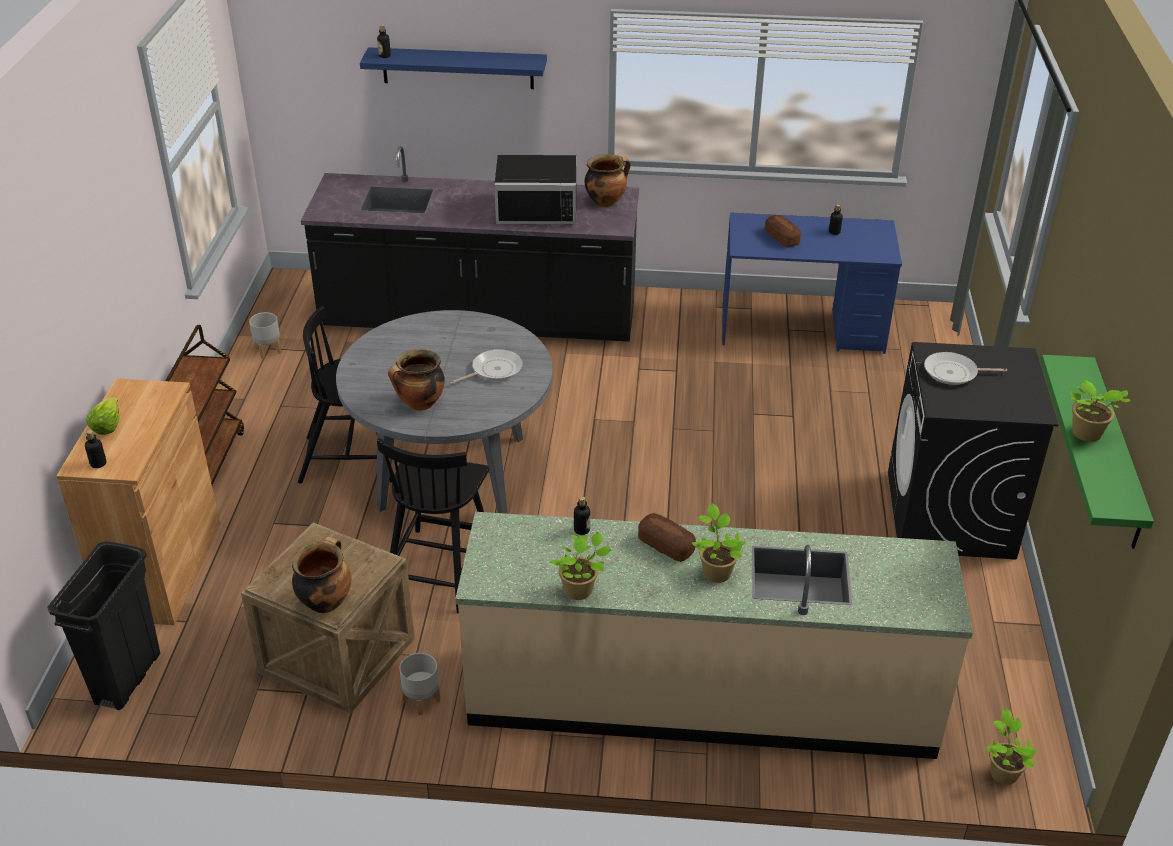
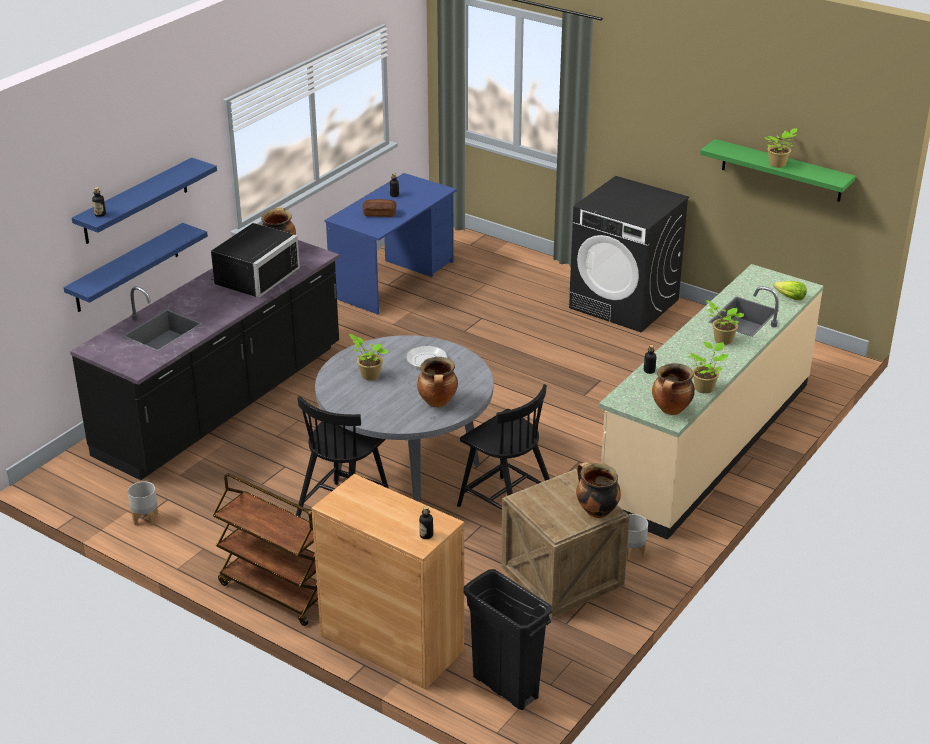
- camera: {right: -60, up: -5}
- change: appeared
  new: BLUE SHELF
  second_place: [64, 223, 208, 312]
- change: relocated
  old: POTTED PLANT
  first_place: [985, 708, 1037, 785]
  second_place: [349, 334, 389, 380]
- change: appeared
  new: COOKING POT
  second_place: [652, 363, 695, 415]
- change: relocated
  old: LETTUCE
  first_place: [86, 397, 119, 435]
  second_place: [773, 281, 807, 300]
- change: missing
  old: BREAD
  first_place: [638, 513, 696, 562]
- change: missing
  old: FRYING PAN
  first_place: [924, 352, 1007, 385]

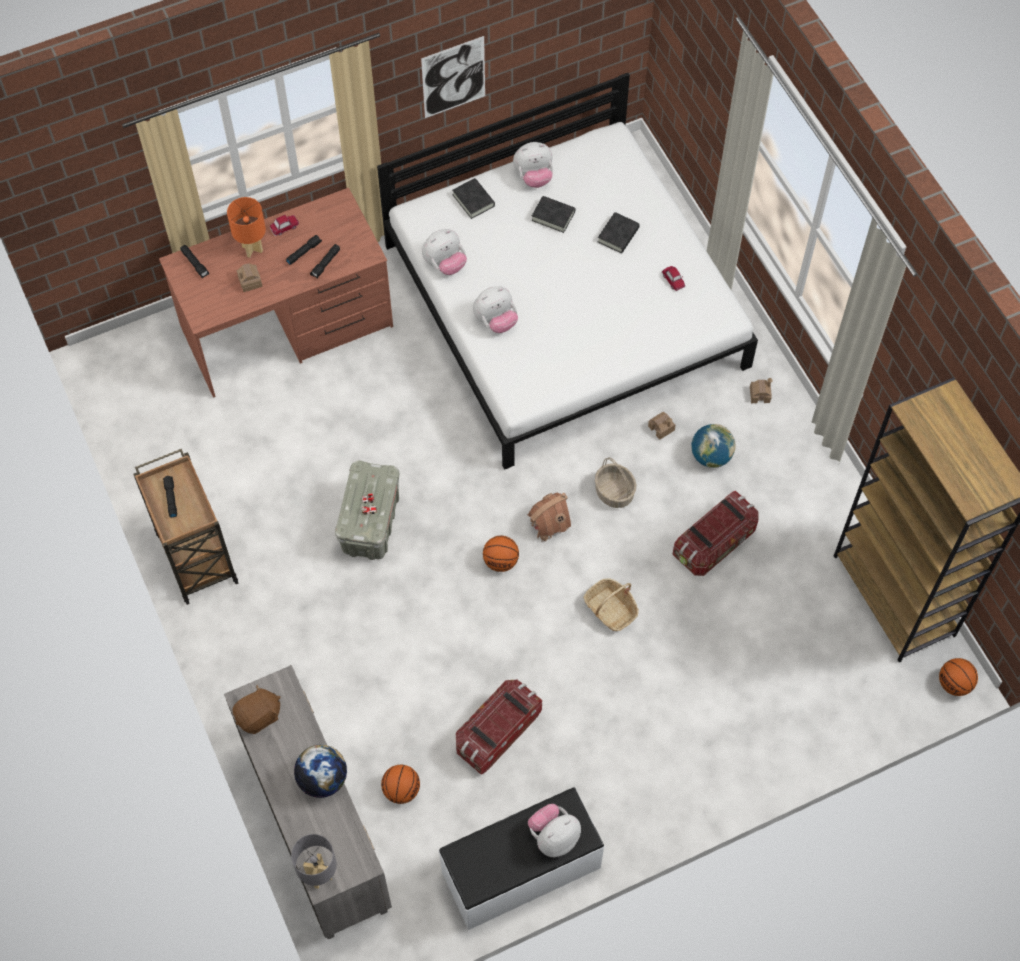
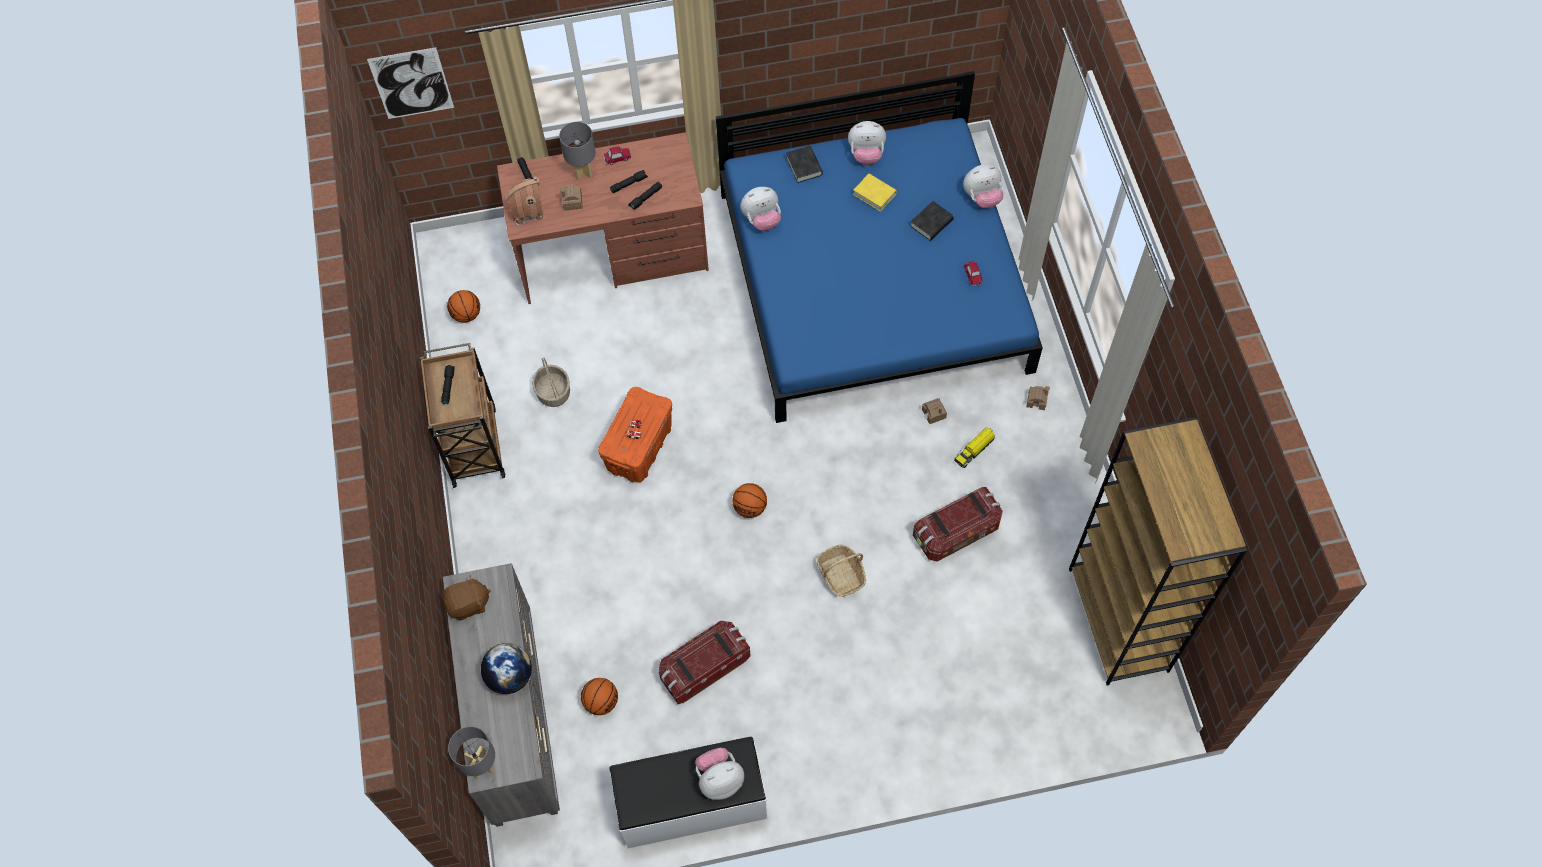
- camera: {right: 15, up: 0}
- change: relocated
  old: PICTURE
  first_place: [421, 36, 485, 118]
  second_place: [367, 47, 454, 119]
- change: relocated
  old: BASKETBALL
  first_place: [939, 658, 978, 696]
  second_place: [447, 290, 480, 323]
- change: relocated
  old: TOY HOUSE
  first_place: [528, 493, 571, 542]
  second_place: [505, 176, 545, 226]
- change: relocated
  old: BASKET
  first_place: [595, 457, 636, 508]
  second_place: [532, 357, 570, 407]
- change: colour
  old: ORANGE TABLE LAMP
  new: GREY TABLE LAMP
  first_place: [227, 197, 266, 258]
  second_place: [559, 122, 596, 180]
- change: colour
  old: GREY STORAGE BOX
  new: ORANGE STORAGE BOX
  first_place: [335, 461, 399, 560]
  second_place: [598, 387, 672, 483]
- change: colour
  old: WHITE BED
  new: BLUE BED
  first_place: [377, 73, 758, 470]
  second_place: [716, 71, 1043, 423]
- change: colour
  old: BLACK BOOK
  new: YELLOW BOOK
  first_place: [531, 196, 575, 233]
  second_place: [853, 174, 897, 212]
- change: exchanged
  old: GLOBE
  new: TOY TRUCK
  first_place: [692, 424, 735, 468]
  second_place: [954, 428, 995, 468]
- change: relocated
  old: PLUSH TOY
  first_place: [473, 286, 518, 333]
  second_place: [963, 164, 1004, 209]

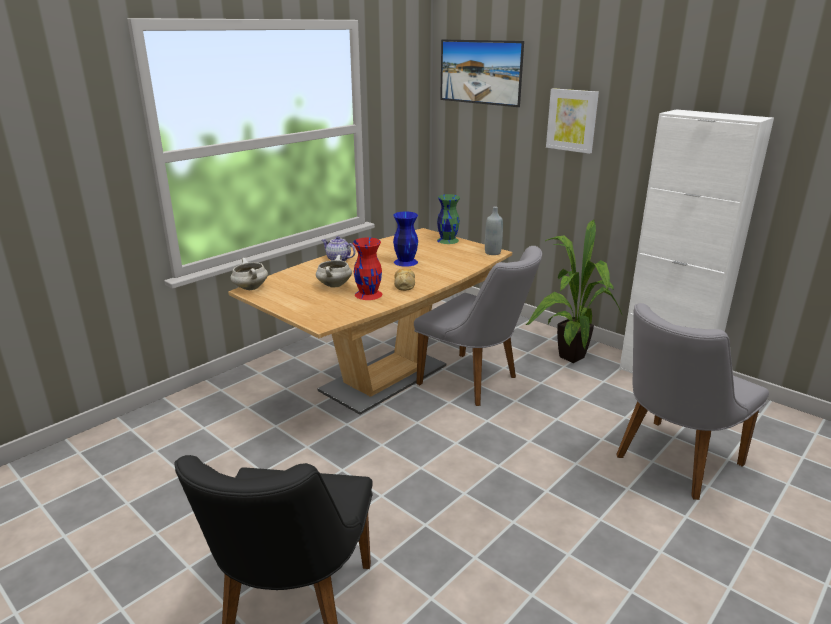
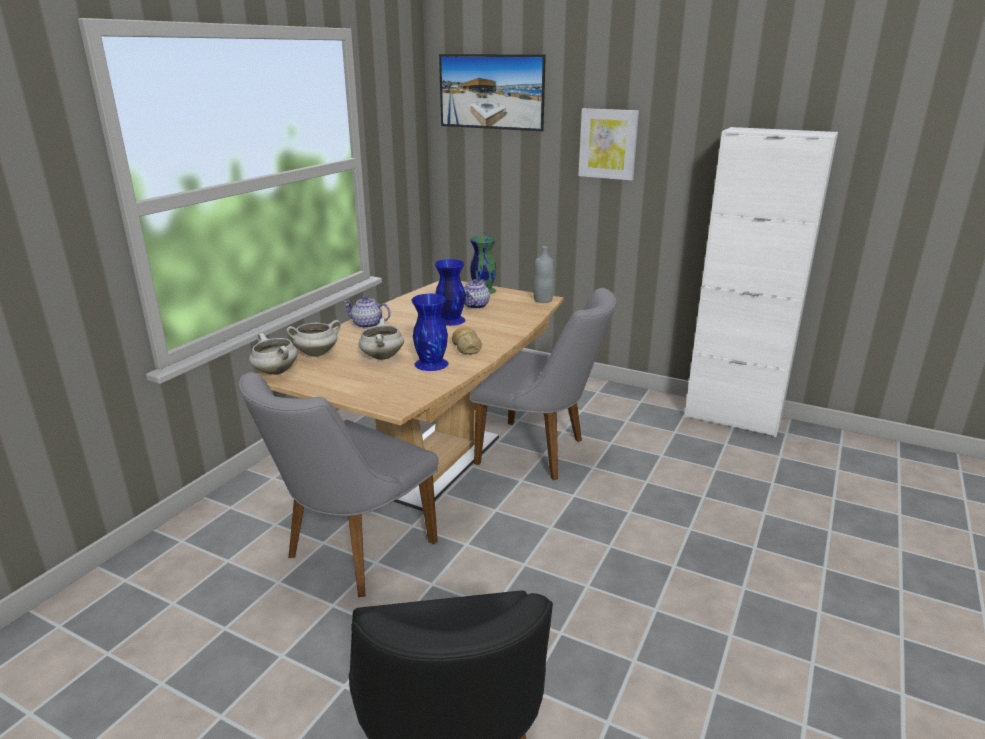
- camera: {right: -15, up: 0}
- change: relocated
  old: GREY CHAIR
  first_place: [616, 303, 769, 500]
  second_place: [239, 372, 439, 597]
- change: appeared
  new: WHITE COOKING POT
  second_place: [286, 320, 341, 357]
- change: colour
  old: RED VASE
  new: BLUE VASE
  first_place: [353, 237, 382, 300]
  second_place: [411, 294, 448, 371]
- change: appeared
  new: TEAPOT
  second_place: [464, 279, 490, 309]
- change: missing
  old: POTTED PLANT
  first_place: [526, 220, 622, 363]

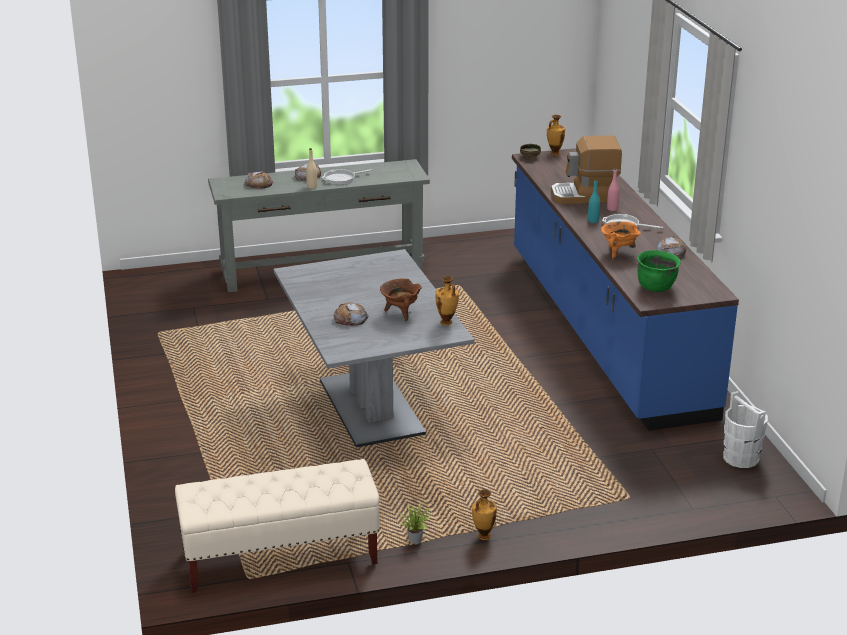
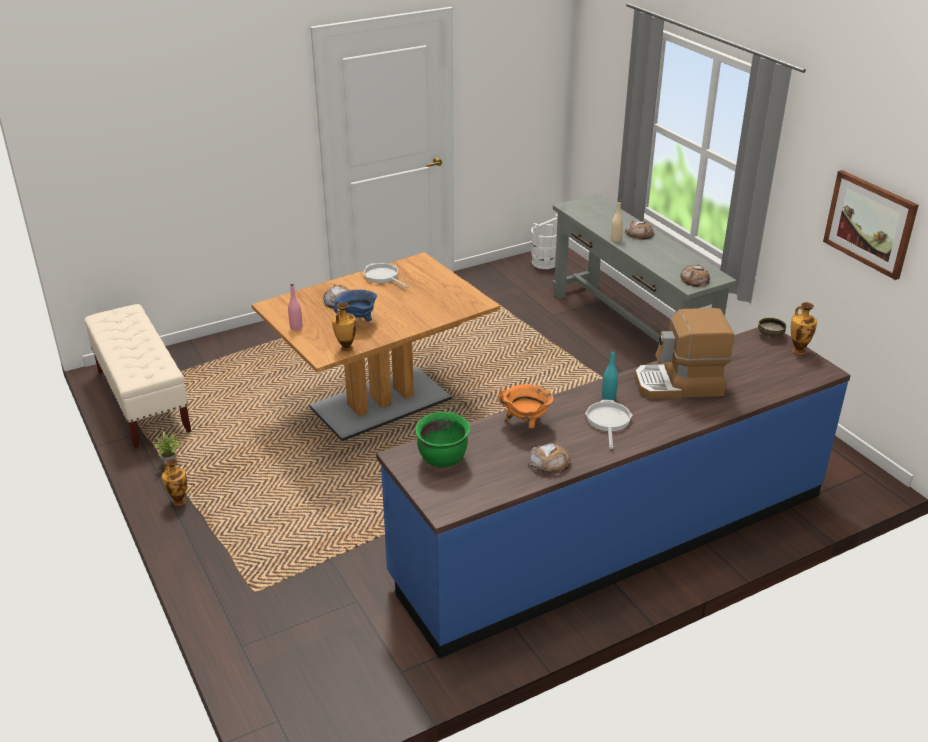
- camera: {right: 75, up: 5}
- change: colour
  old: GREY DINING TABLE
  new: BROWN DINING TABLE
  first_place: [274, 249, 474, 448]
  second_place: [251, 252, 500, 441]
- change: relocated
  old: PINK BOTTLE
  first_place: [607, 168, 620, 211]
  second_place: [288, 284, 302, 331]
- change: colour
  old: BROWN COOKING POT
  new: BLUE COOKING POT
  first_place: [380, 279, 422, 321]
  second_place: [334, 290, 377, 322]
- change: relocated
  old: FRYING PAN
  first_place: [322, 169, 374, 185]
  second_place: [364, 263, 409, 288]
- change: relocated
  old: WHITE BUCKET
  first_place: [723, 391, 768, 468]
  second_place: [531, 214, 558, 269]
- change: spun
  old: COFFEE MACHINE
  first_place: [551, 136, 622, 204]
  second_place: [635, 308, 734, 399]
  degrees: -75
- change: relocated
  old: BREAD
  first_place: [244, 171, 274, 189]
  second_place: [680, 264, 710, 287]
- change: appeared
  new: PICTURE
  second_place: [823, 170, 919, 280]

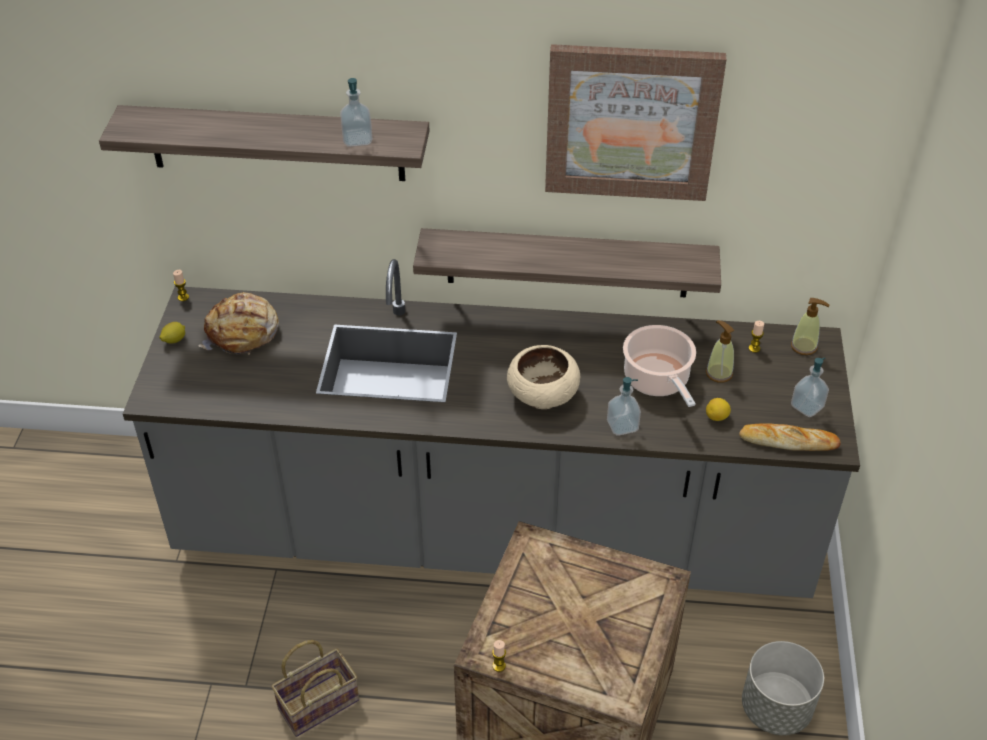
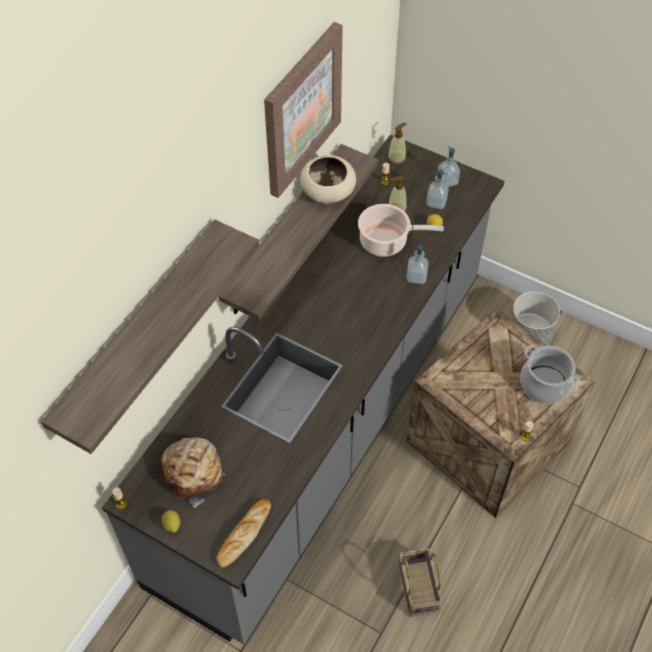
- camera: {right: -65, up: 10}
- change: relocated
  old: BREAD
  first_place: [739, 423, 841, 451]
  second_place: [216, 499, 272, 568]
- change: relocated
  old: BEIGE BOWL
  first_place: [507, 345, 580, 409]
  second_place: [300, 155, 356, 204]
- change: relocated
  old: SOAP DISPENSER
  first_place: [340, 78, 373, 147]
  second_place: [426, 170, 449, 209]
- change: appeared
  new: COOKING POT
  second_place: [520, 344, 579, 404]

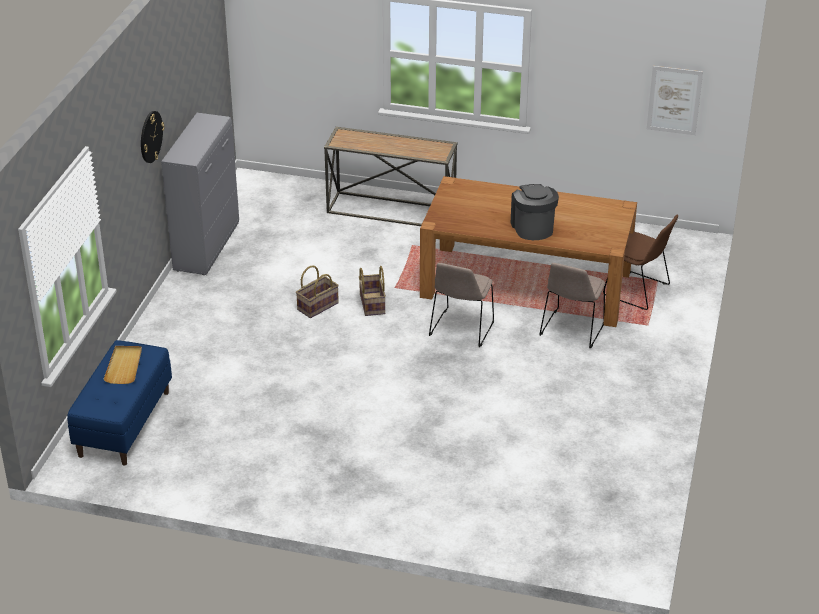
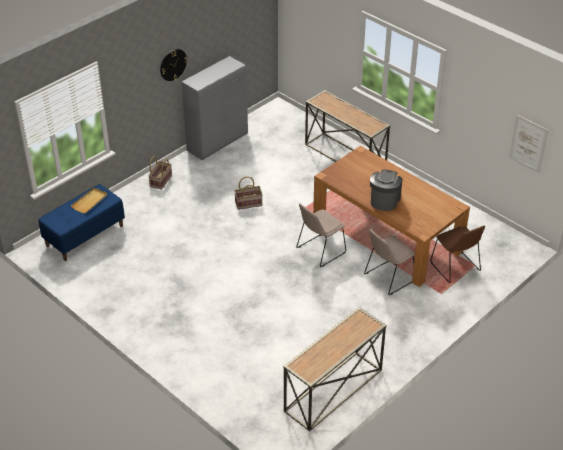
- camera: {right: 30, up: 5}
- change: relocated
  old: BASKET
  first_place: [359, 266, 386, 316]
  second_place: [148, 156, 172, 190]
- change: appeared
  new: CONSOLE TABLE
  second_place: [283, 307, 387, 431]

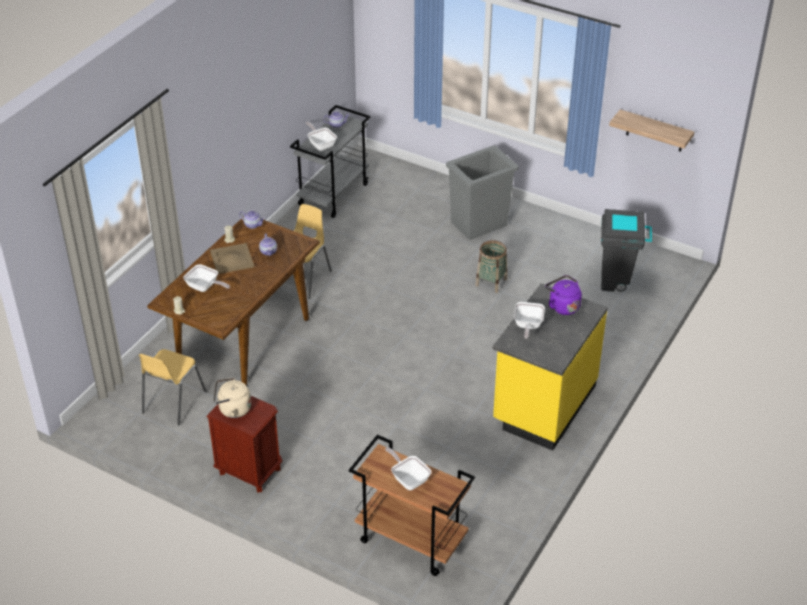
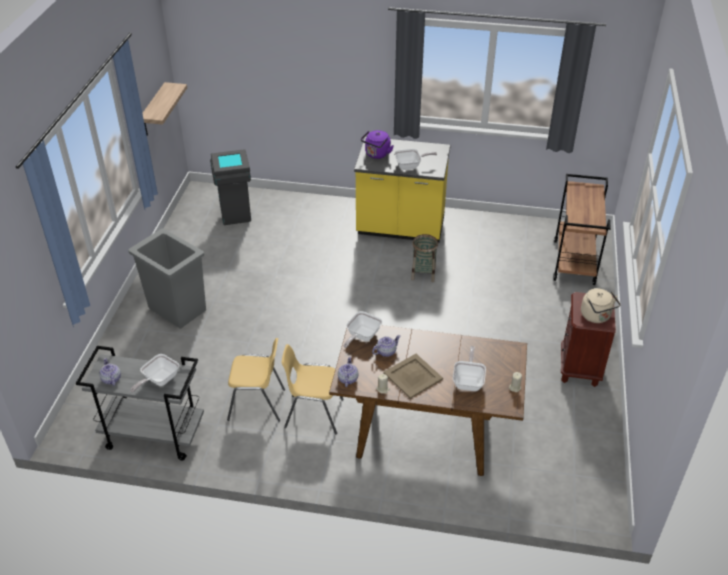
- camera: {right: -110, up: 0}
- change: relocated
  old: YELLOW CHAIR
  first_place: [139, 349, 207, 425]
  second_place: [227, 338, 285, 422]
- change: relocated
  old: FRYING PAN
  first_place: [385, 447, 432, 490]
  second_place: [343, 311, 382, 348]
- change: relocated
  old: BASKET
  first_place: [475, 240, 507, 293]
  second_place: [411, 234, 438, 282]

